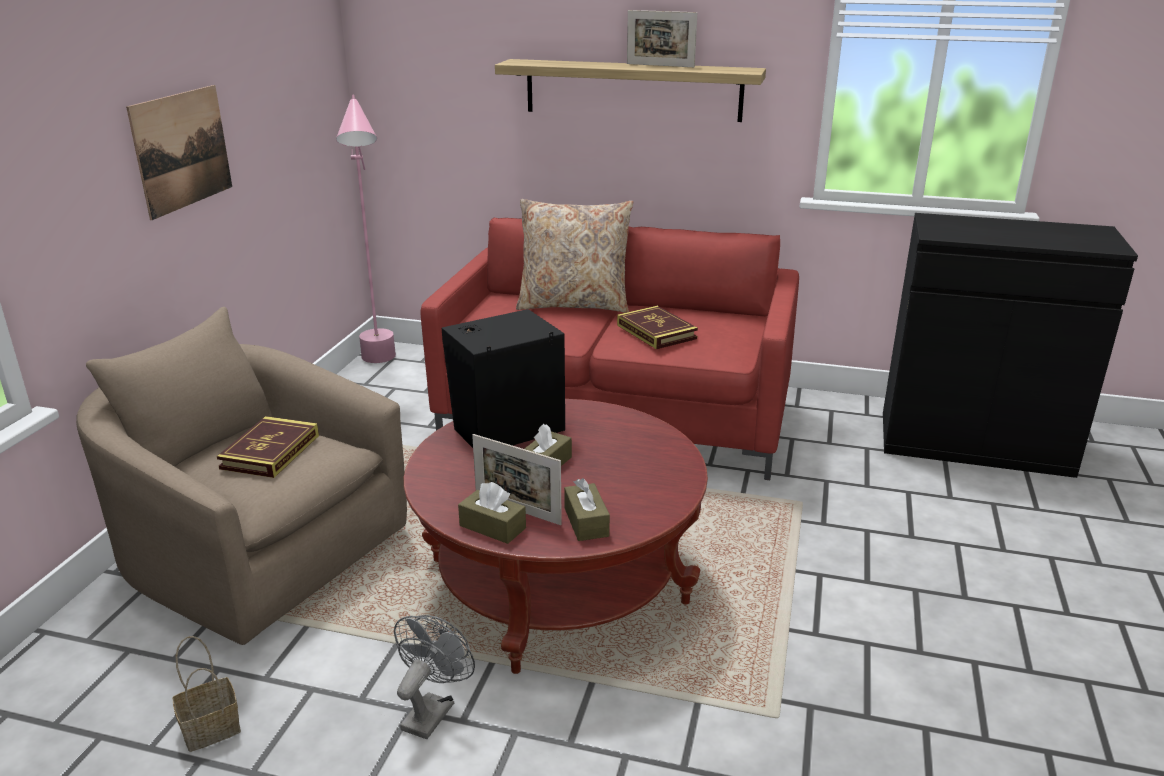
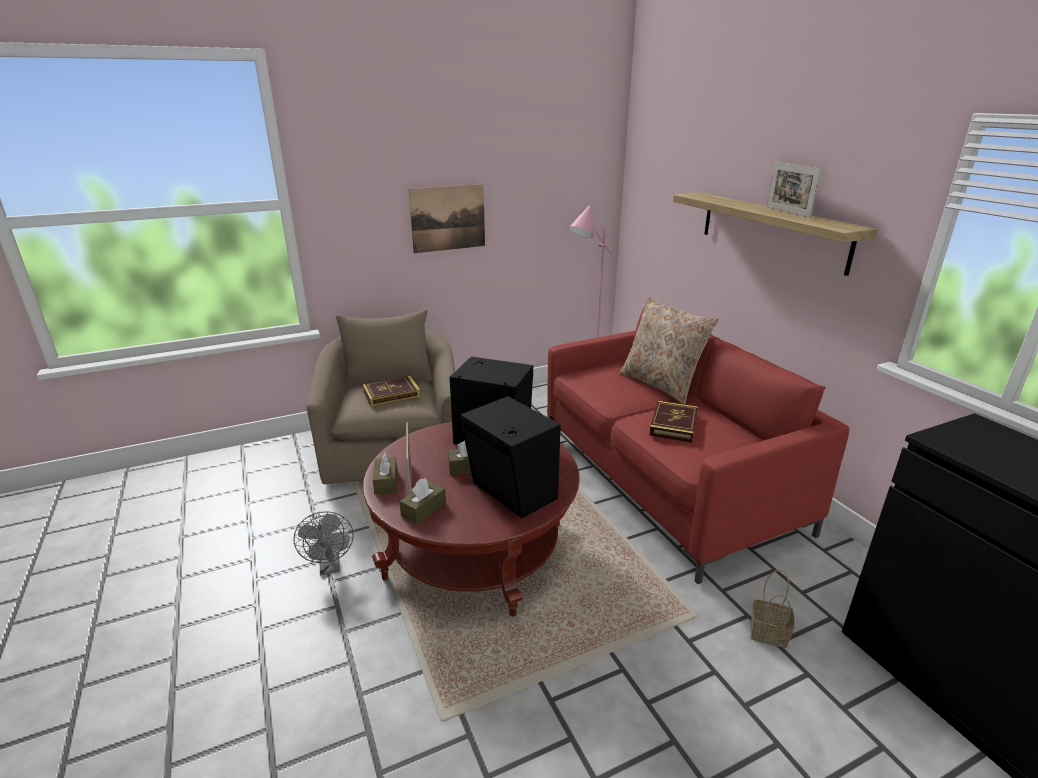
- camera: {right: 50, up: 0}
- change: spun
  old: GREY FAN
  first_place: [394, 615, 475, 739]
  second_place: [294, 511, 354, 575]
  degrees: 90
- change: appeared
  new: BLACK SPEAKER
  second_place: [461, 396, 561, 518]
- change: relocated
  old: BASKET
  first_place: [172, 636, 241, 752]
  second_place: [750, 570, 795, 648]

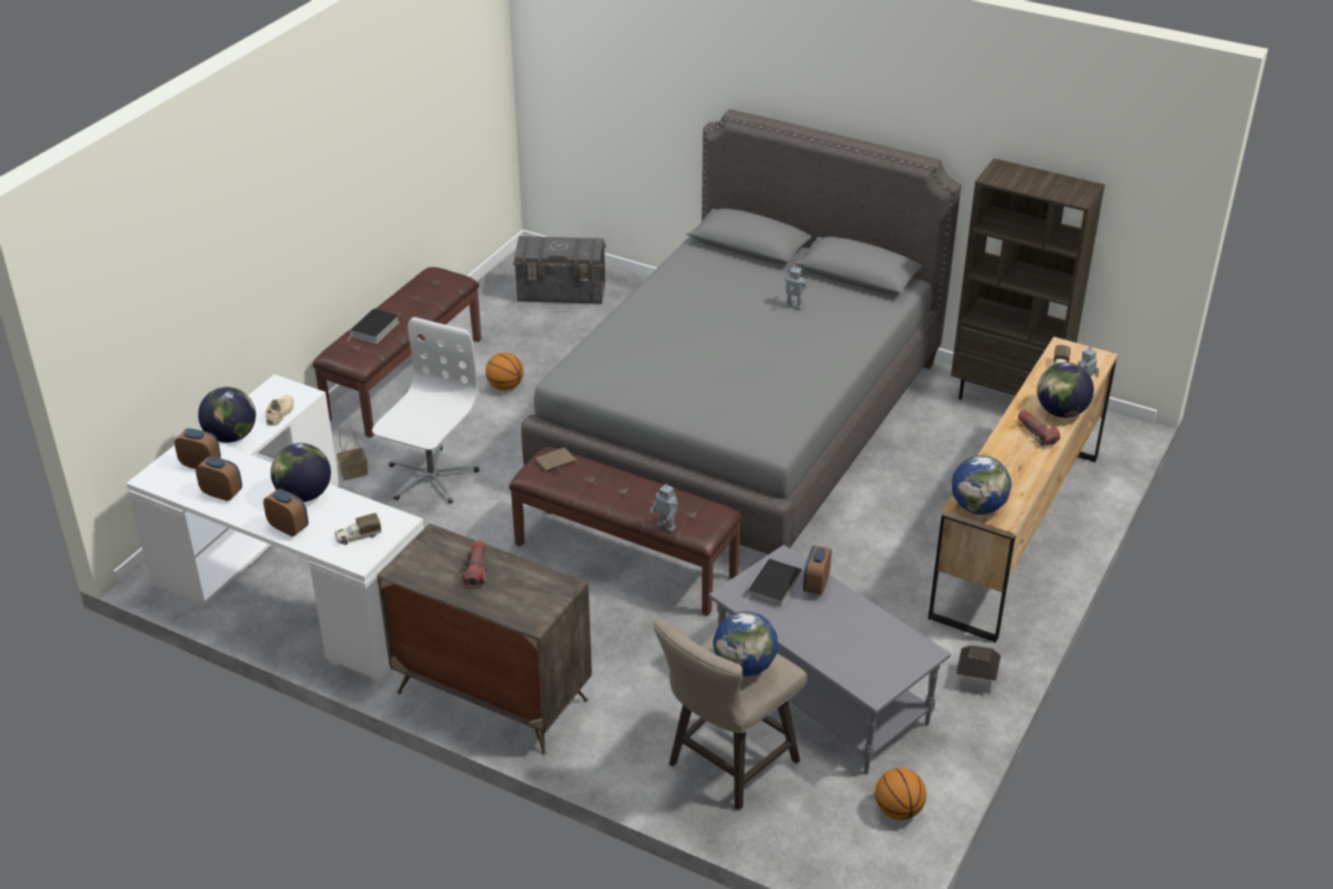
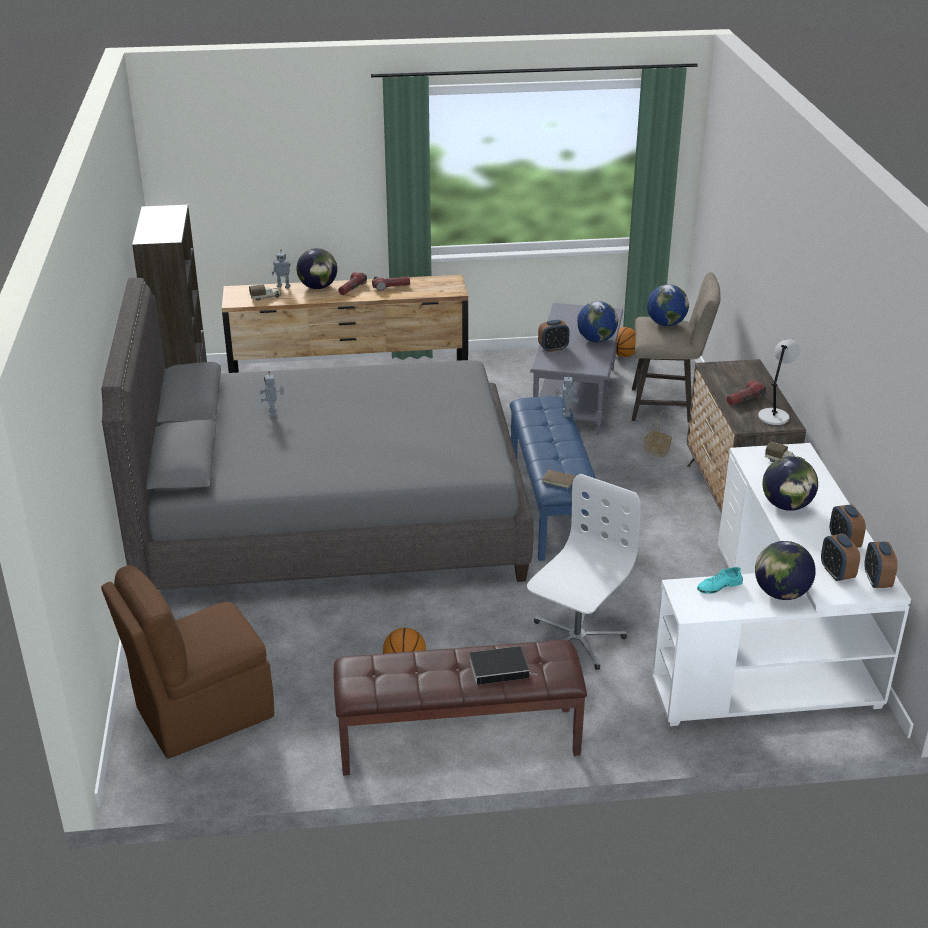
- camera: {right: -125, up: -5}
- change: exchanged
  old: GREY STORAGE BOX
  new: BROWN CHAIR
  first_place: [513, 236, 606, 304]
  second_place: [101, 565, 274, 759]
- change: appeared
  new: FLASHLIGHT
  second_place: [372, 276, 410, 291]
- change: colour
  old: BROWN BENCH
  new: BLUE BENCH
  first_place: [509, 447, 743, 616]
  second_place: [509, 396, 596, 561]
- change: spun
  old: WHITE OFFICE CHAIR
  first_place: [372, 317, 479, 503]
  second_place: [527, 474, 641, 670]
  degrees: 135
- change: relocated
  old: GLOBE
  first_place: [952, 455, 1011, 514]
  second_place: [577, 301, 618, 343]
- change: relocated
  old: BASKET
  first_place: [336, 425, 368, 480]
  second_place: [644, 410, 672, 458]
- change: colour
  old: BEIGE SHOE
  new: TURQUOISE SHOE
  first_place: [266, 395, 294, 426]
  second_place: [697, 567, 743, 594]
- change: appeared
  new: GREY TABLE LAMP
  second_place: [758, 339, 800, 425]
- change: relocated
  old: ALARM CLOCK
  first_place: [263, 489, 309, 536]
  second_place: [864, 542, 898, 588]
- change: missing
  old: BOOK
  first_place: [744, 558, 802, 608]
- change: missing
  old: TOY HOUSE
  first_place: [956, 645, 1001, 693]

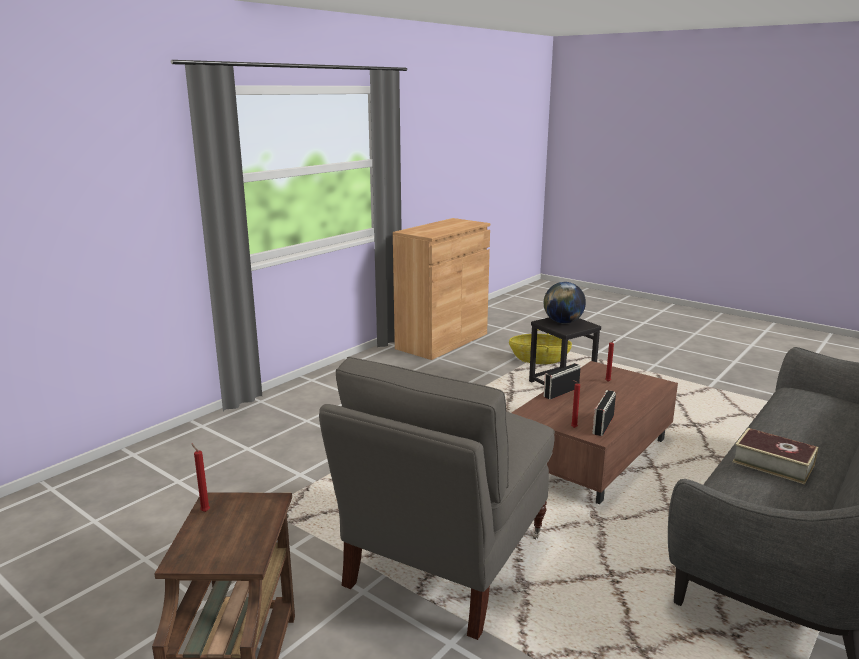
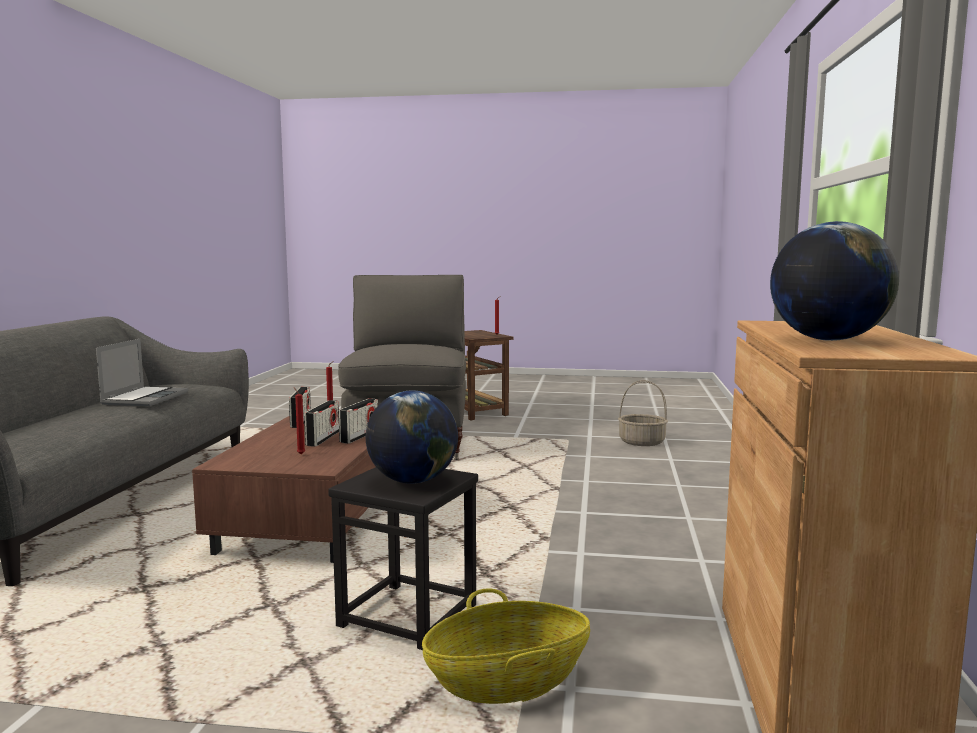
- camera: {right: 150, up: -10}
- change: exchanged
  old: BOOK
  new: LAPTOP
  first_place: [733, 428, 818, 484]
  second_place: [96, 339, 188, 406]
- change: appeared
  new: RADIO
  second_place: [304, 400, 339, 447]
- change: appeared
  new: BASKET
  second_place: [618, 380, 668, 446]
- change: appeared
  new: GLOBE
  second_place: [770, 221, 899, 341]

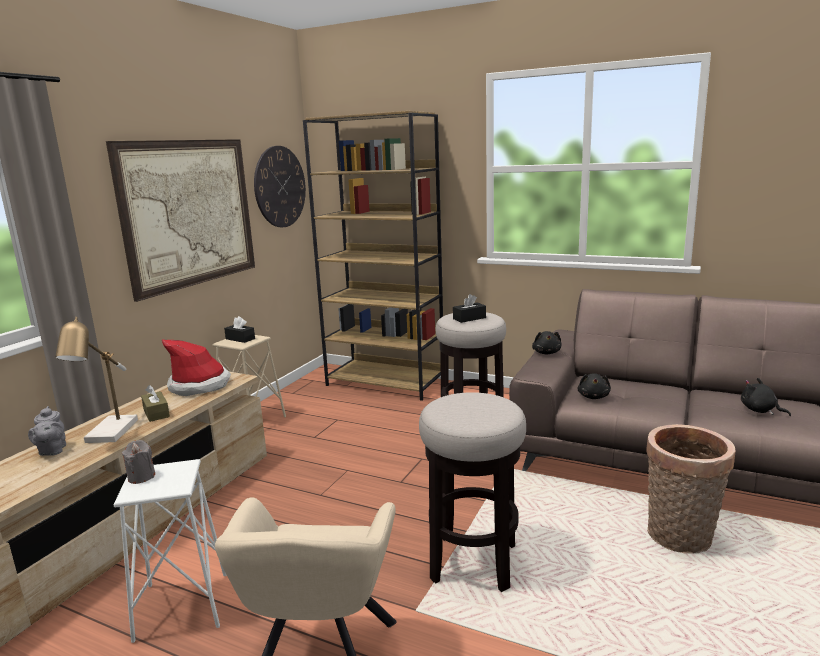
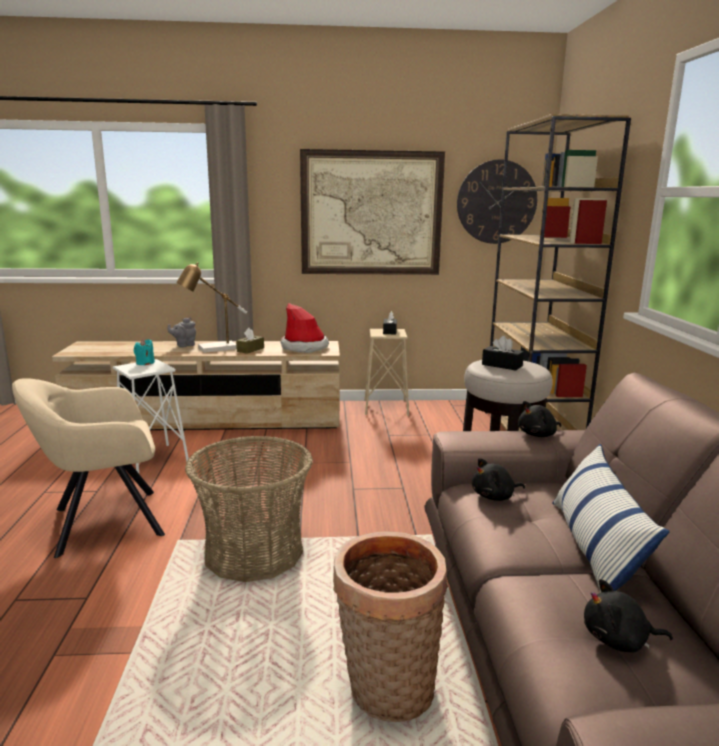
- camera: {right: 60, up: 0}
- change: colour
  old: GREY CANDLE
  new: TURQUOISE CANDLE
  first_place: [122, 440, 155, 484]
  second_place: [134, 339, 155, 365]
- change: exchanged
  old: STOOL
  new: BASKET
  first_place: [419, 392, 526, 592]
  second_place: [185, 436, 313, 582]
- change: appeared
  new: PILLOW
  second_place: [552, 444, 670, 593]
- change: spun
  old: BLACK PLUSH TOY
  first_place: [741, 378, 791, 416]
  second_place: [584, 579, 673, 653]
  degrees: -105

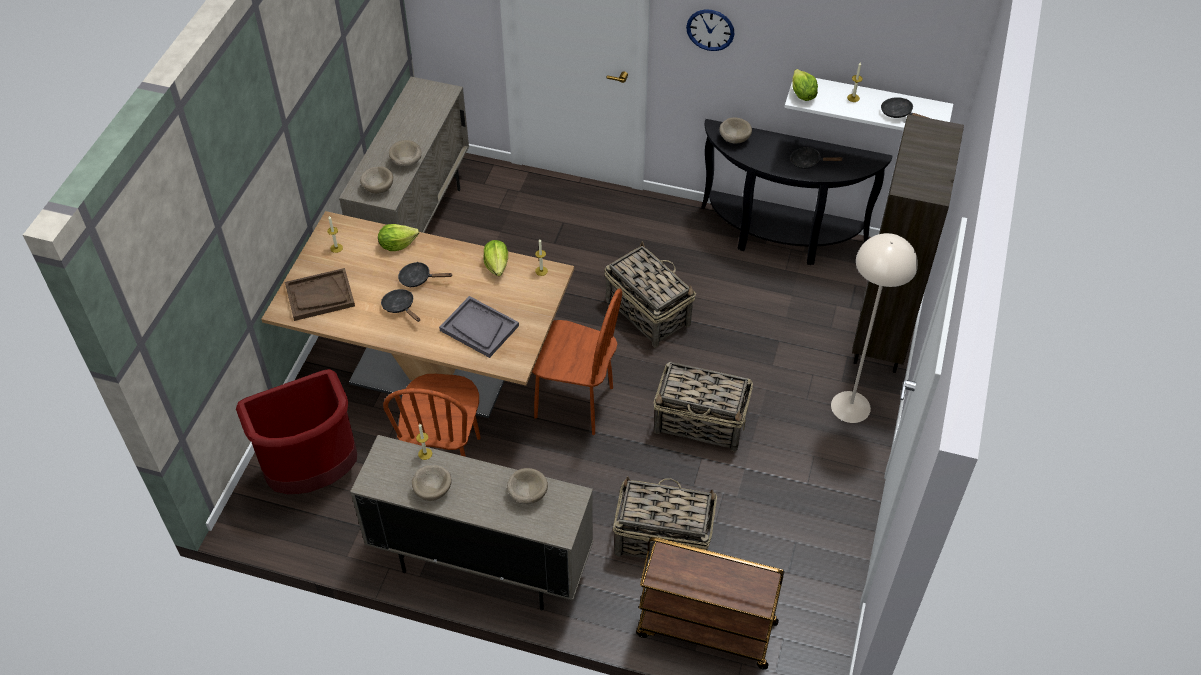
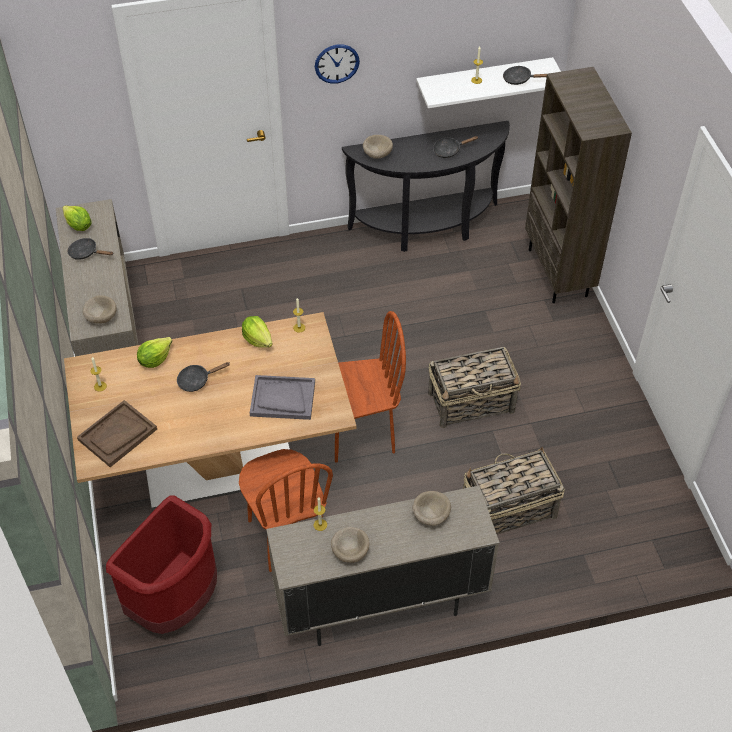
- camera: {right: -30, up: 0}
- change: relocated
  old: LETTUCE
  first_place: [792, 69, 818, 101]
  second_place: [63, 205, 92, 231]
- change: relocated
  old: BLACK FRYING PAN
  first_place: [381, 289, 420, 322]
  second_place: [67, 238, 114, 260]
- change: missing
  old: BEIGE BOWL
  first_place: [389, 140, 422, 167]
- change: missing
  old: BASKET
  first_place: [604, 241, 696, 348]
- change: missing
  old: BROWN CART
  first_place: [636, 537, 785, 670]
- change: missing
  old: BEIGE FLOOR LAMP
  first_place: [831, 233, 918, 423]

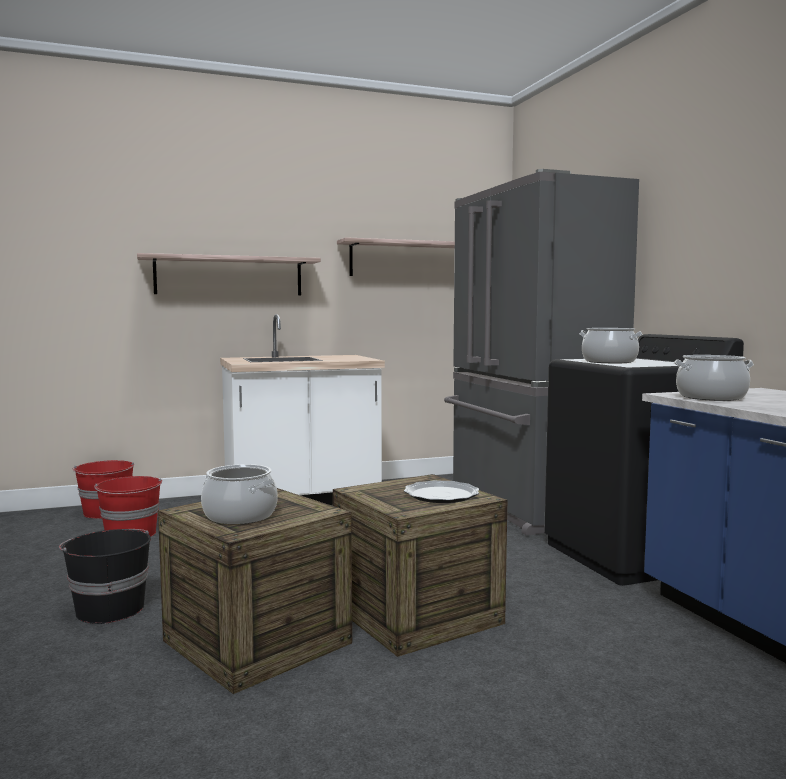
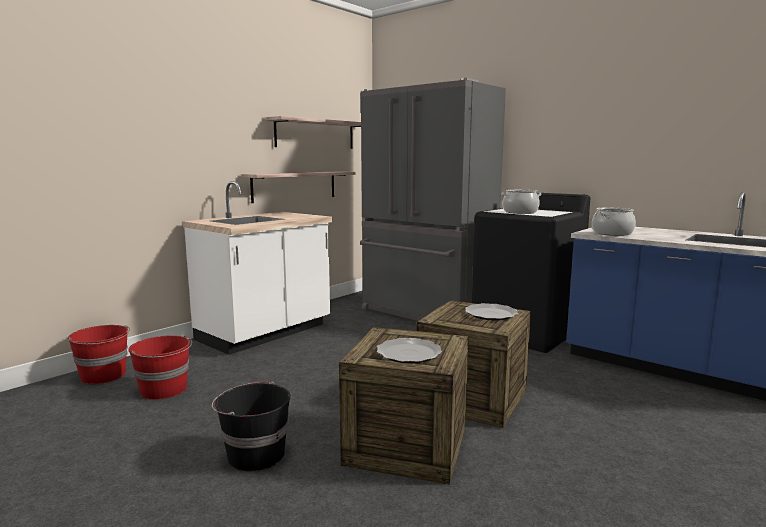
- camera: {right: -30, up: 5}
- change: relocated
  old: SHELF
  first_place: [137, 253, 321, 295]
  second_place: [241, 171, 356, 203]
- change: exchanged
  old: COOKING POT
  new: PLATE
  first_place: [201, 464, 278, 524]
  second_place: [377, 338, 442, 364]

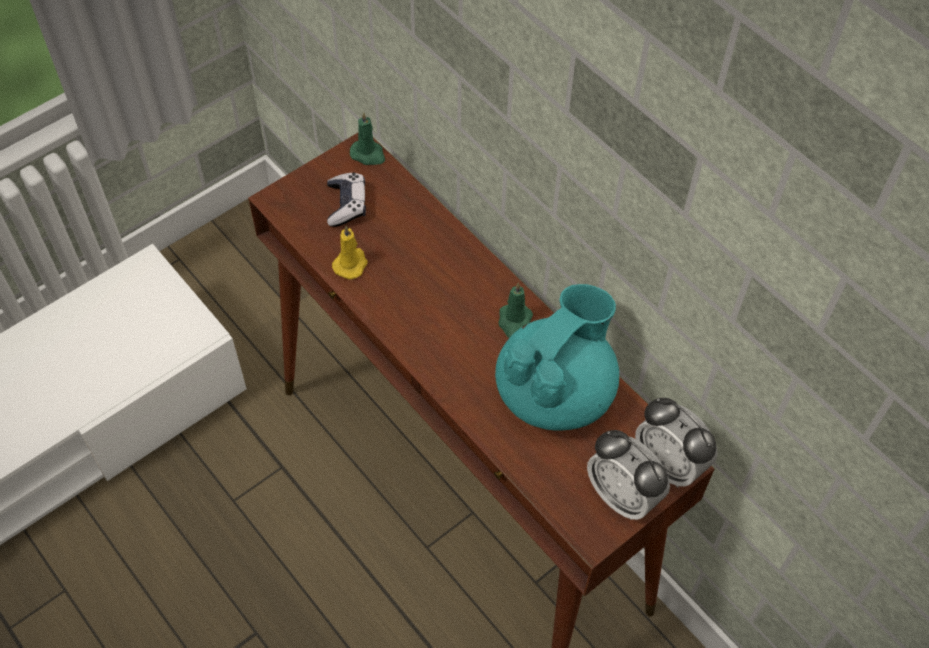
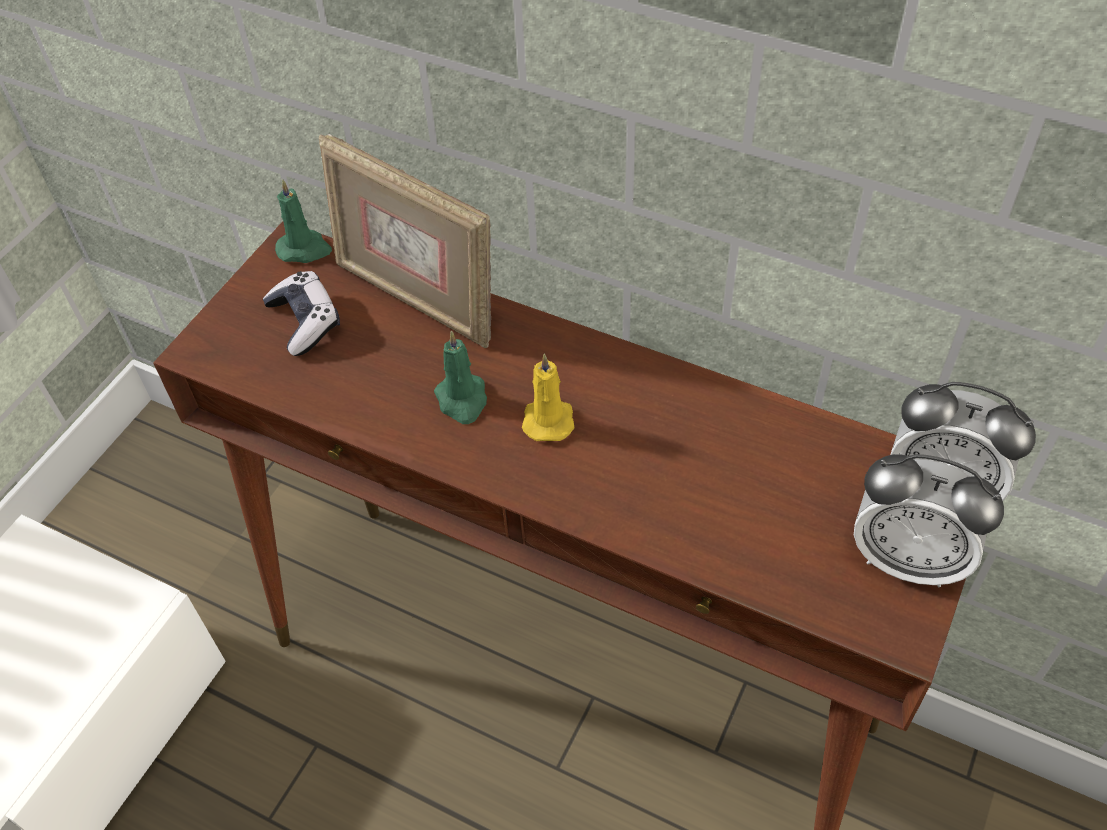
- camera: {right: -20, up: -5}
- change: appeared
  new: PICTURE FRAME
  second_place: [319, 134, 491, 348]
- change: relocated
  old: GREEN CANDLE
  first_place: [499, 282, 533, 338]
  second_place: [434, 331, 487, 424]
- change: relocated
  old: YELLOW CANDLE
  first_place: [332, 226, 368, 279]
  second_place: [522, 353, 575, 441]
- change: missing
  old: TURQUOISE TEAPOT
  first_place: [495, 284, 619, 431]

